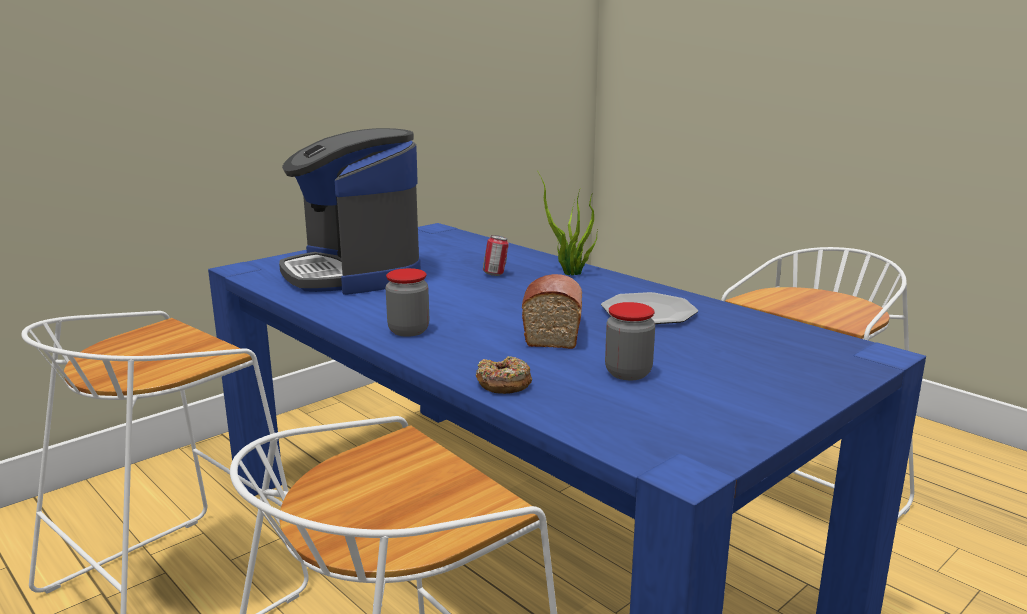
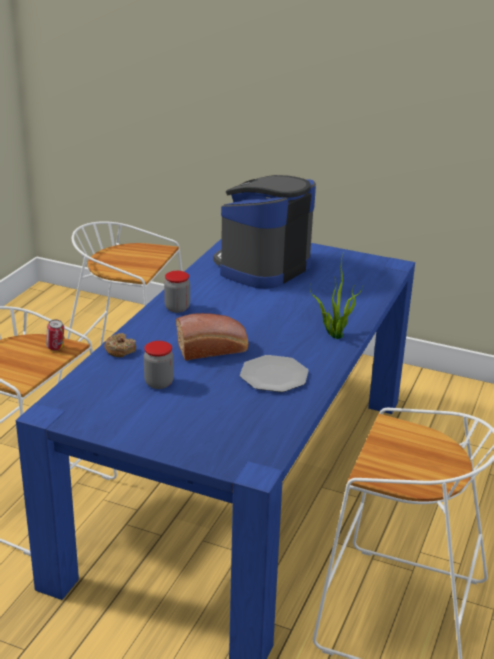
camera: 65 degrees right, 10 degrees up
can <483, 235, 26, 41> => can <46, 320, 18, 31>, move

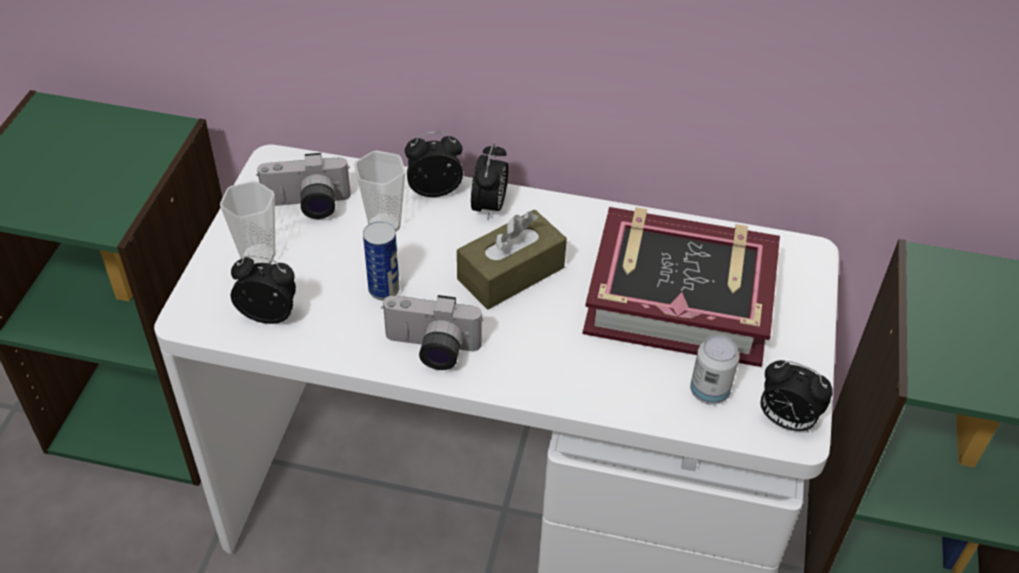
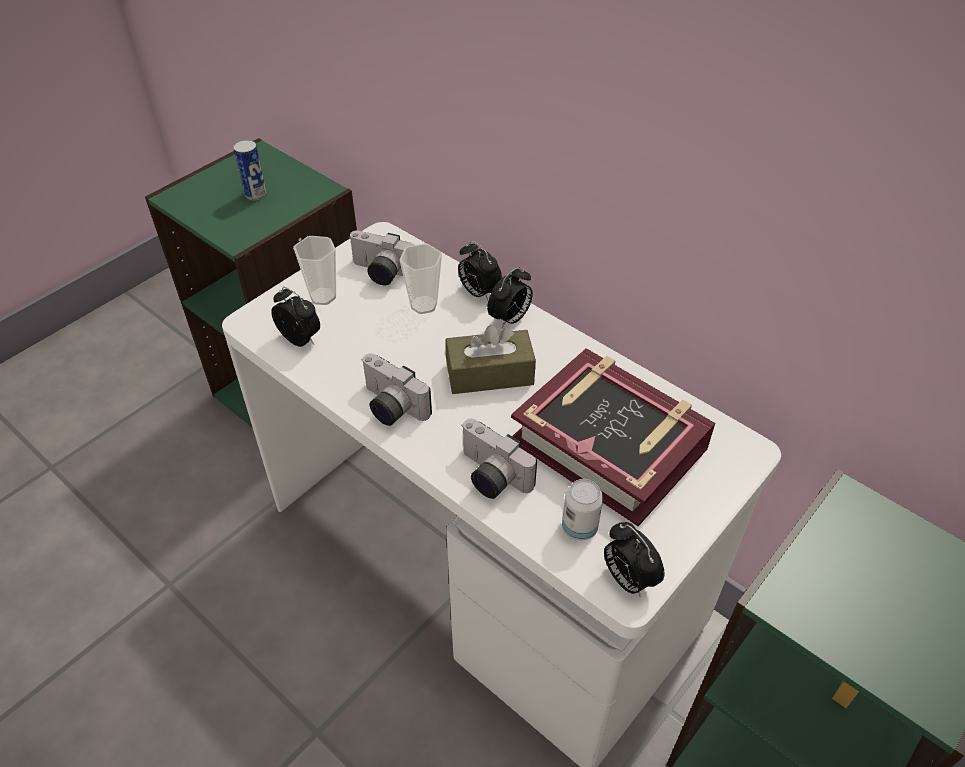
camera: 30 degrees right, 0 degrees up
can <363, 221, 37, 79> => can <233, 140, 33, 60>, move
alarm clock <405, 132, 58, 65> => alarm clock <458, 241, 44, 60>, 150 degrees counterclockwise
nothing => photo camera <461, 419, 76, 80>

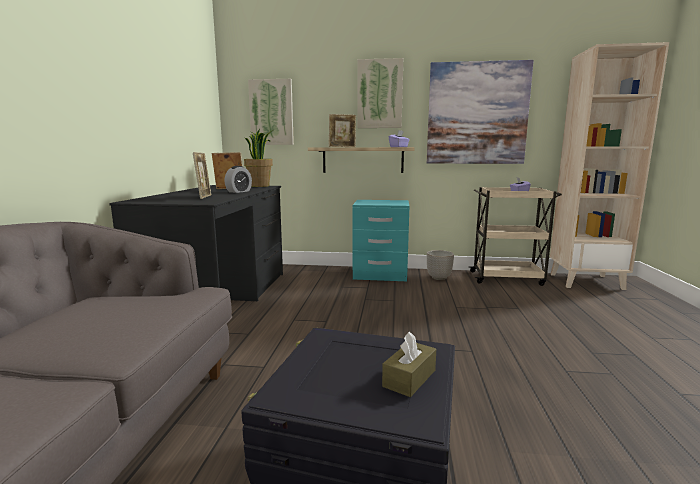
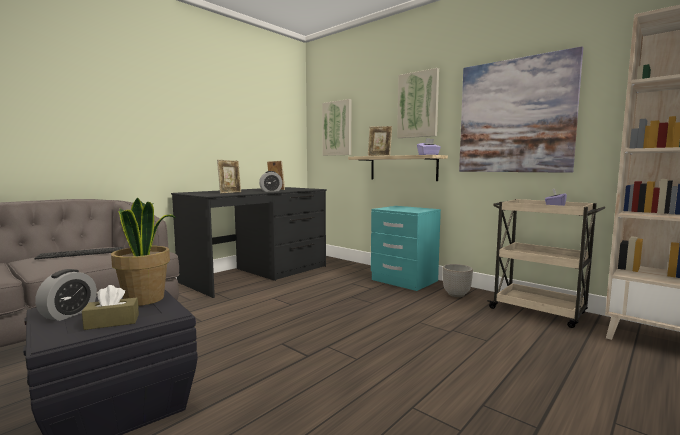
camera: 35 degrees right, 5 degrees down
nothing => keyboard <34, 247, 90, 12>
nothing => alarm clock <35, 269, 62, 52>
potted plant <244, 129, 29, 58> => potted plant <111, 197, 65, 109>, move

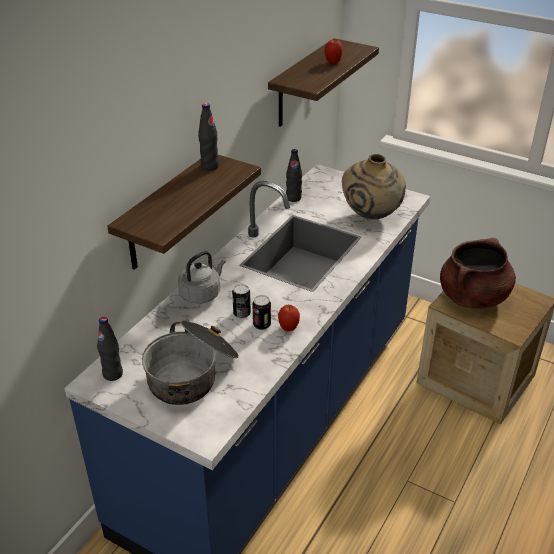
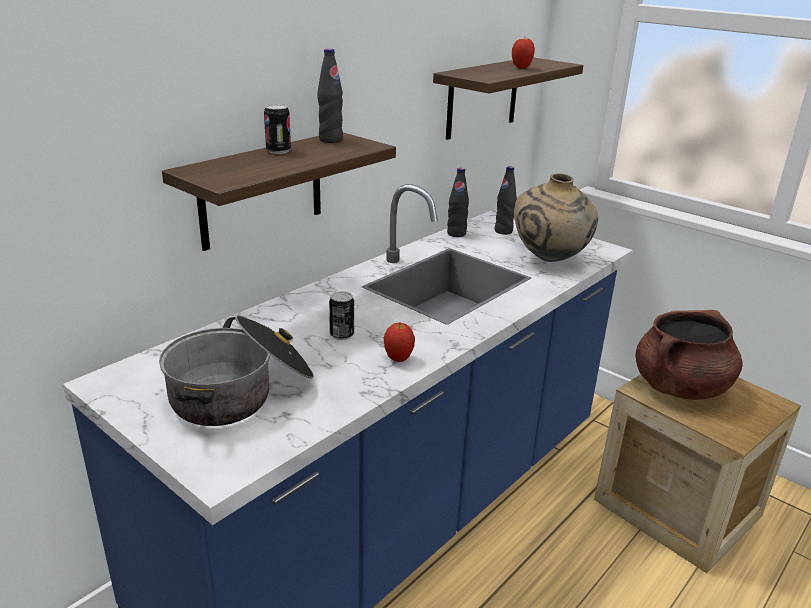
camera: 10 degrees right, 10 degrees down
can <252, 295, 19, 35> => can <264, 104, 27, 50>, move
black bottle <97, 317, 26, 64> => black bottle <495, 166, 22, 69>, move
grey kettle <178, 251, 48, 53> => nothing

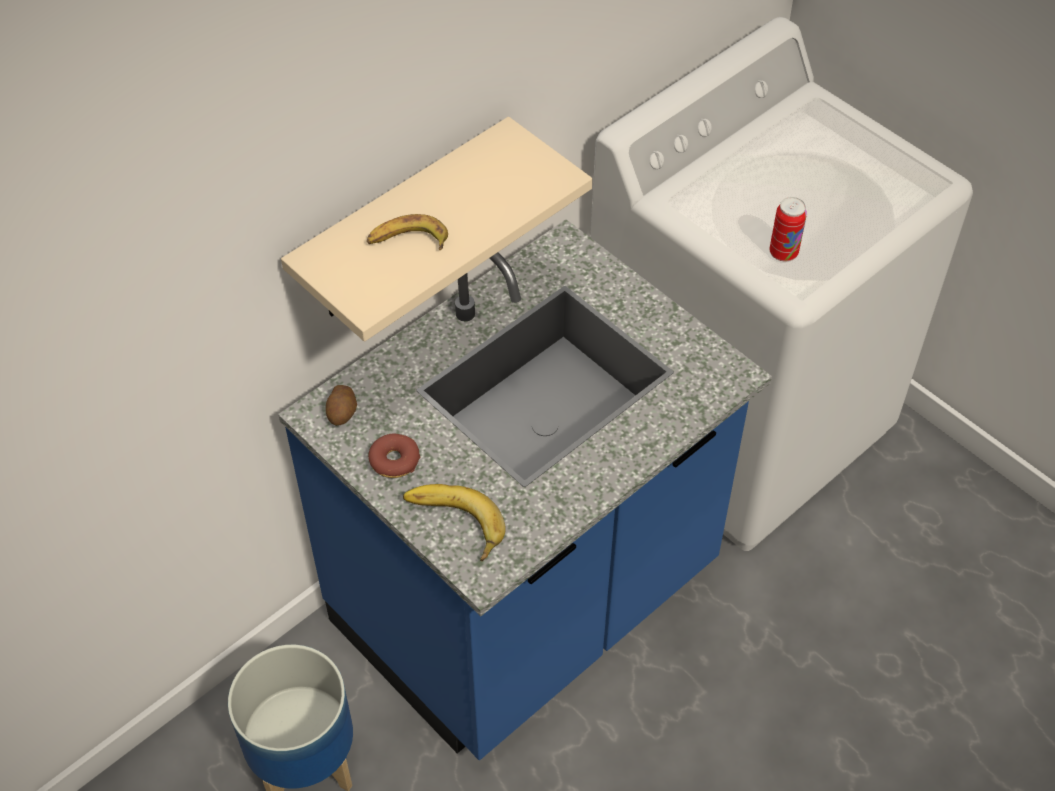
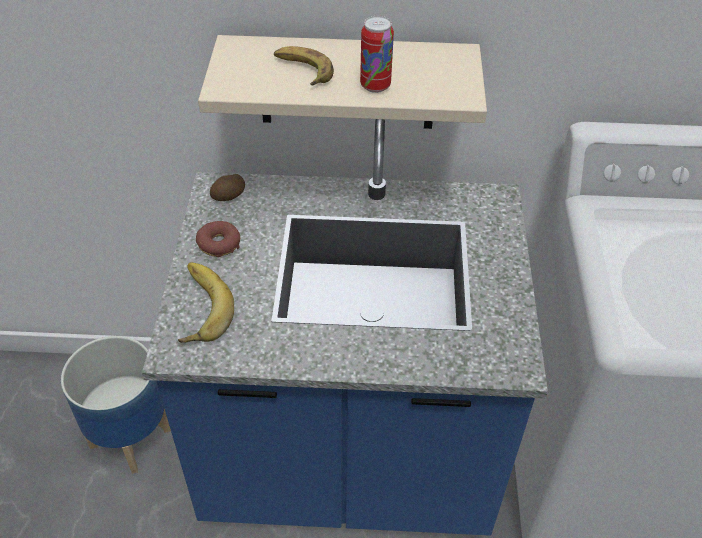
camera: 45 degrees right, 5 degrees down
can <770, 197, 37, 64> => can <360, 16, 34, 77>, move

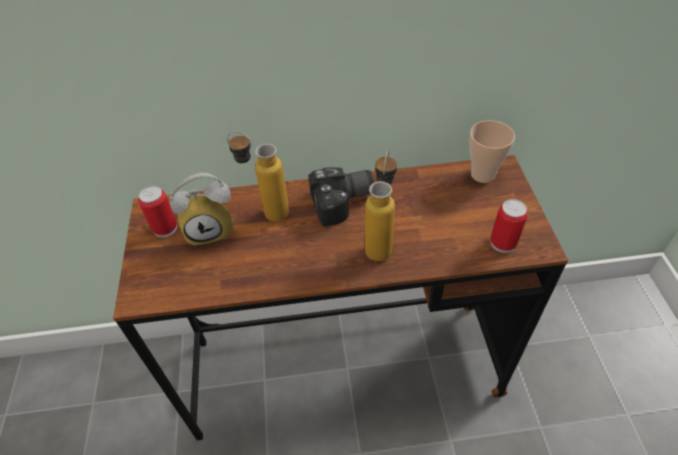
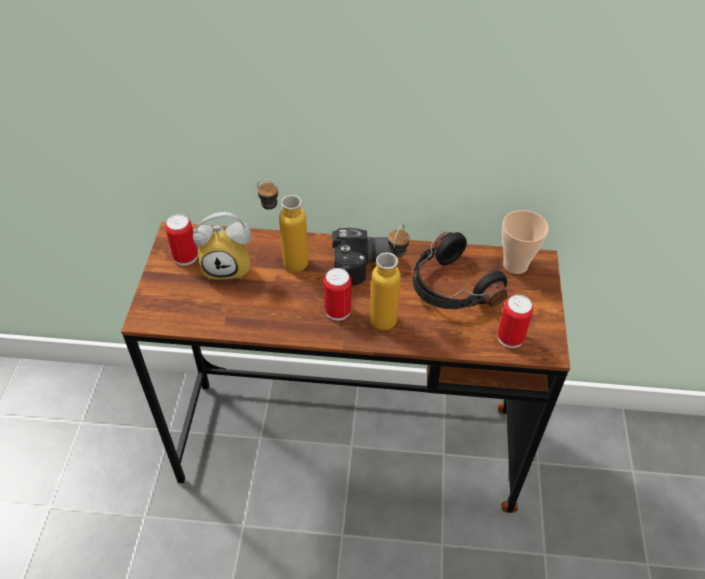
camera: 10 degrees right, 0 degrees up
nothing => can <324, 268, 28, 53>
nothing => black headphones <413, 232, 94, 77>

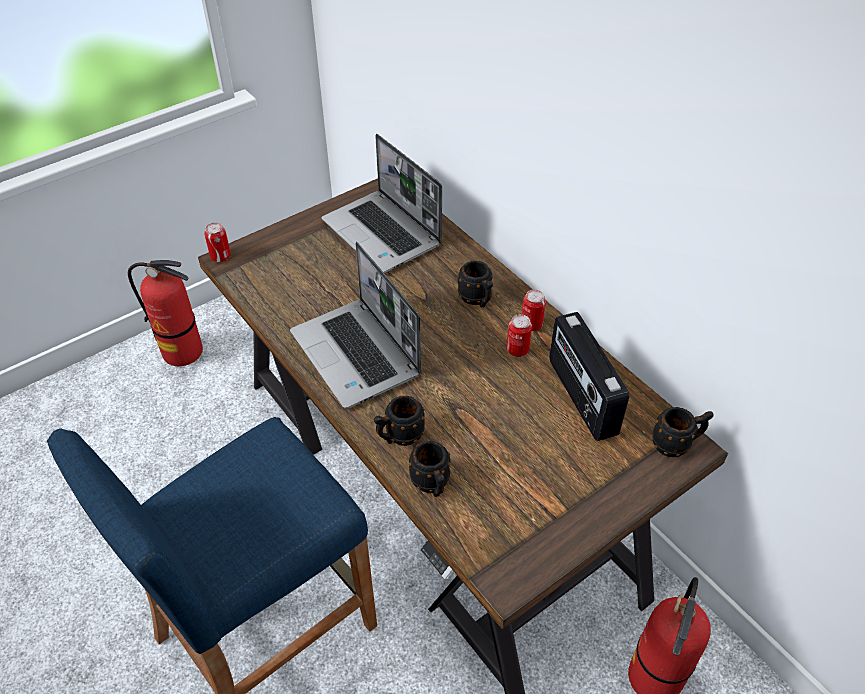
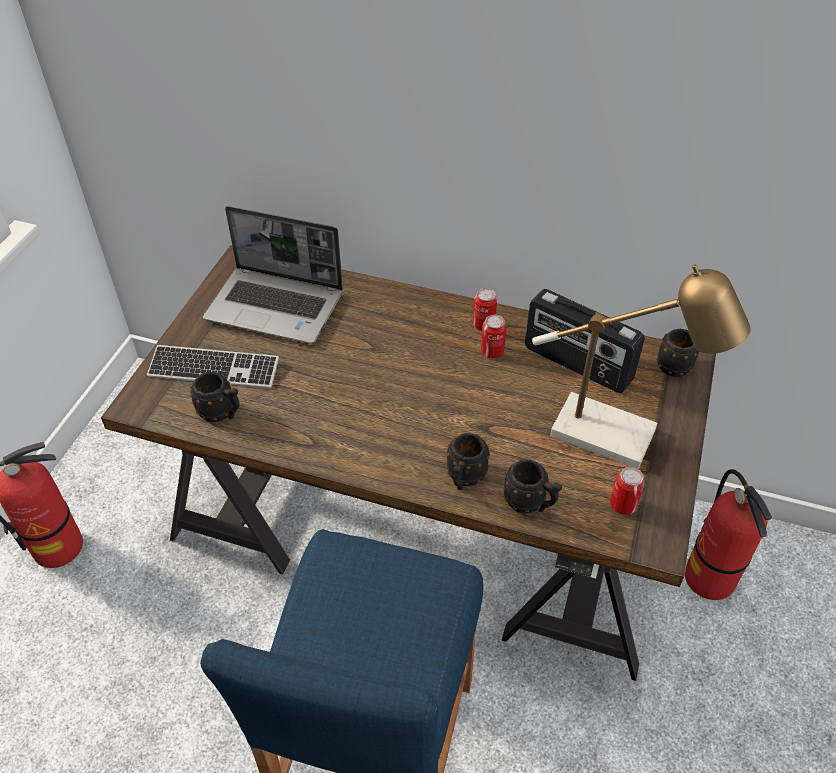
camera: 35 degrees left, 0 degrees up
nothing => keyboard <147, 345, 132, 43>
black mug <457, 261, 36, 47> => black mug <190, 372, 50, 50>, move
nothing => table lamp <532, 264, 219, 205>
can <204, 222, 27, 40> => can <610, 467, 35, 48>, move
laptop <290, 242, 131, 167> => nothing

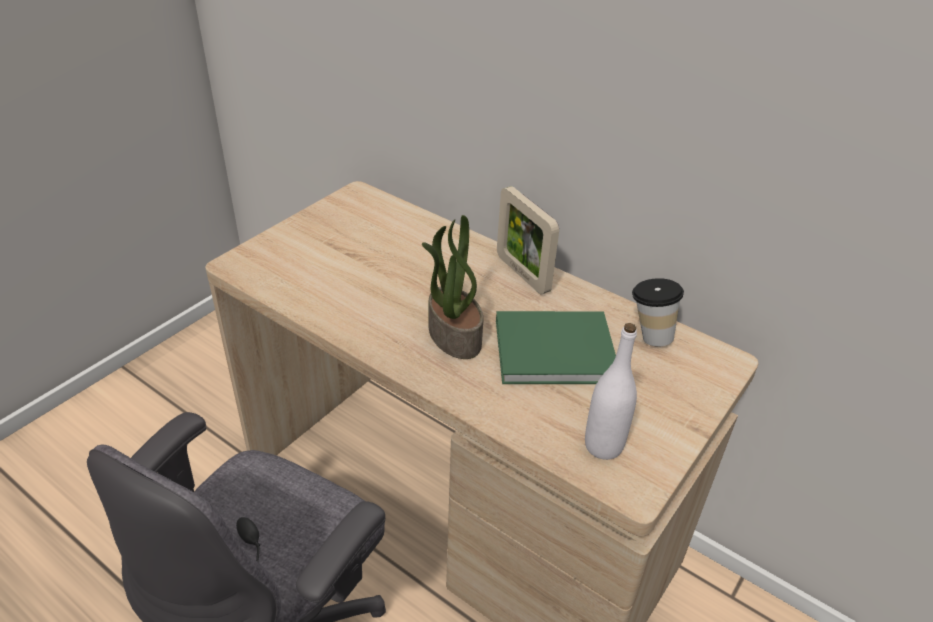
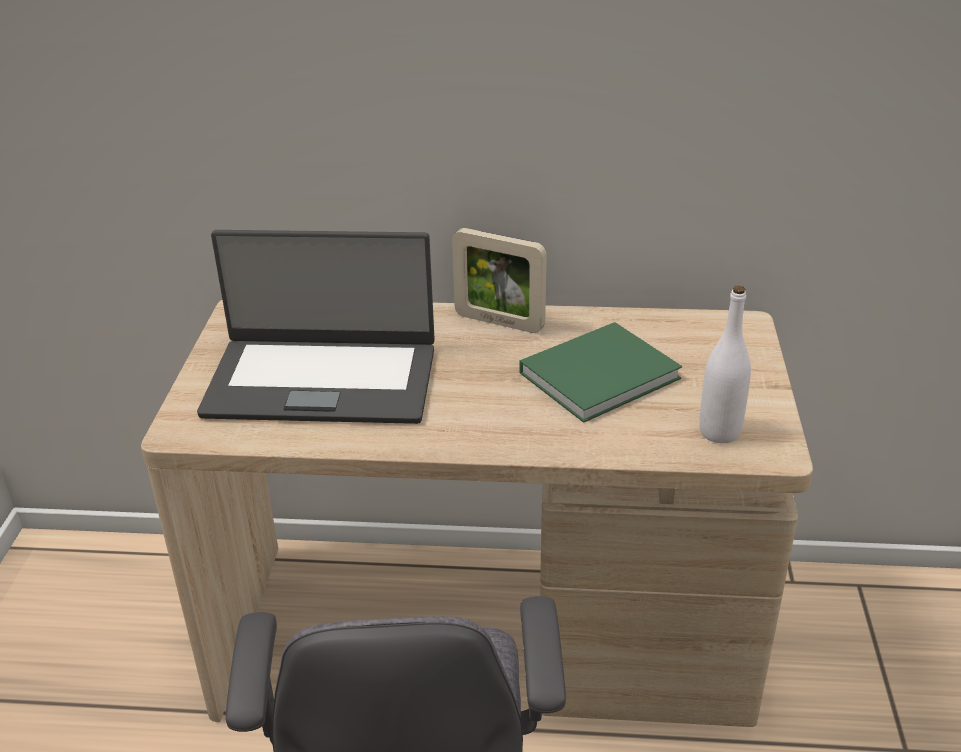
camera: 30 degrees left, 5 degrees down
nothing => laptop <197, 230, 238, 194>
potted plant <422, 215, 61, 144> => nothing
cup <632, 278, 52, 69> => nothing

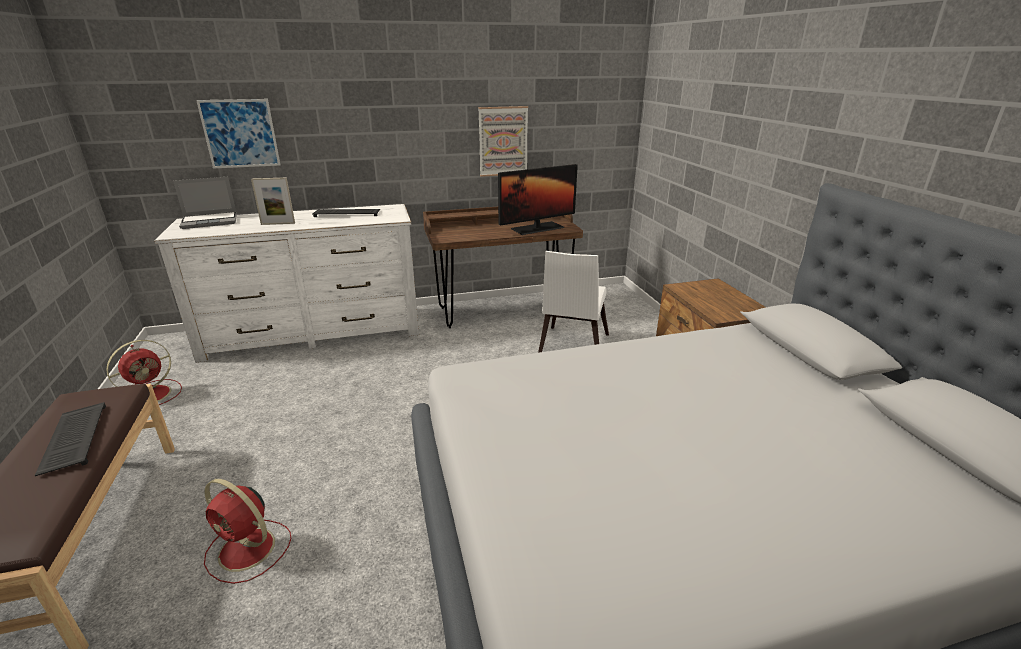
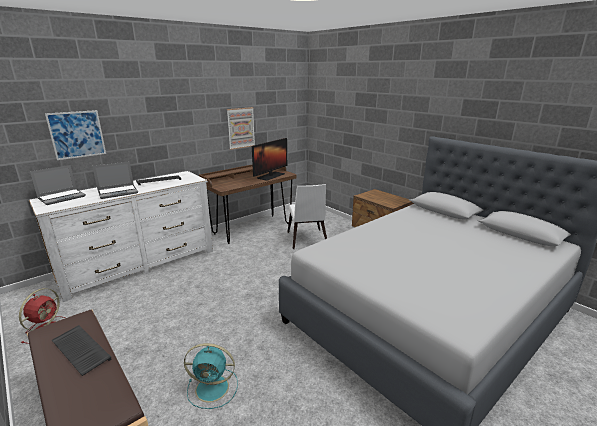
camera: 25 degrees left, 5 degrees down
picture frame <251, 178, 44, 47> => laptop <92, 161, 46, 38>
red fan <204, 479, 87, 105> => turquoise fan <184, 343, 54, 66>

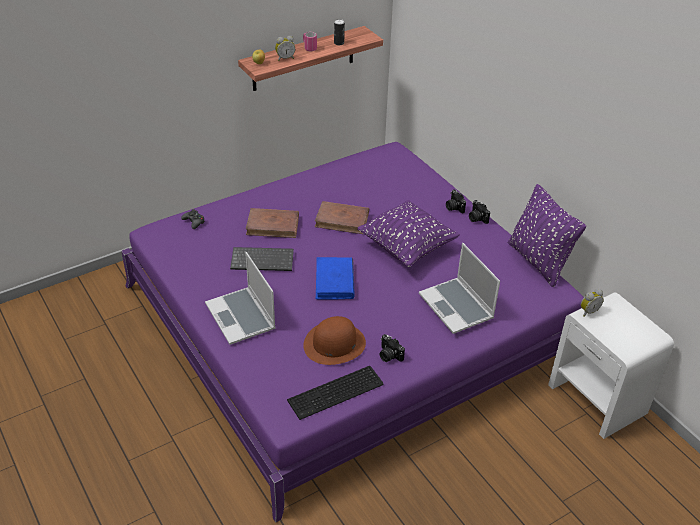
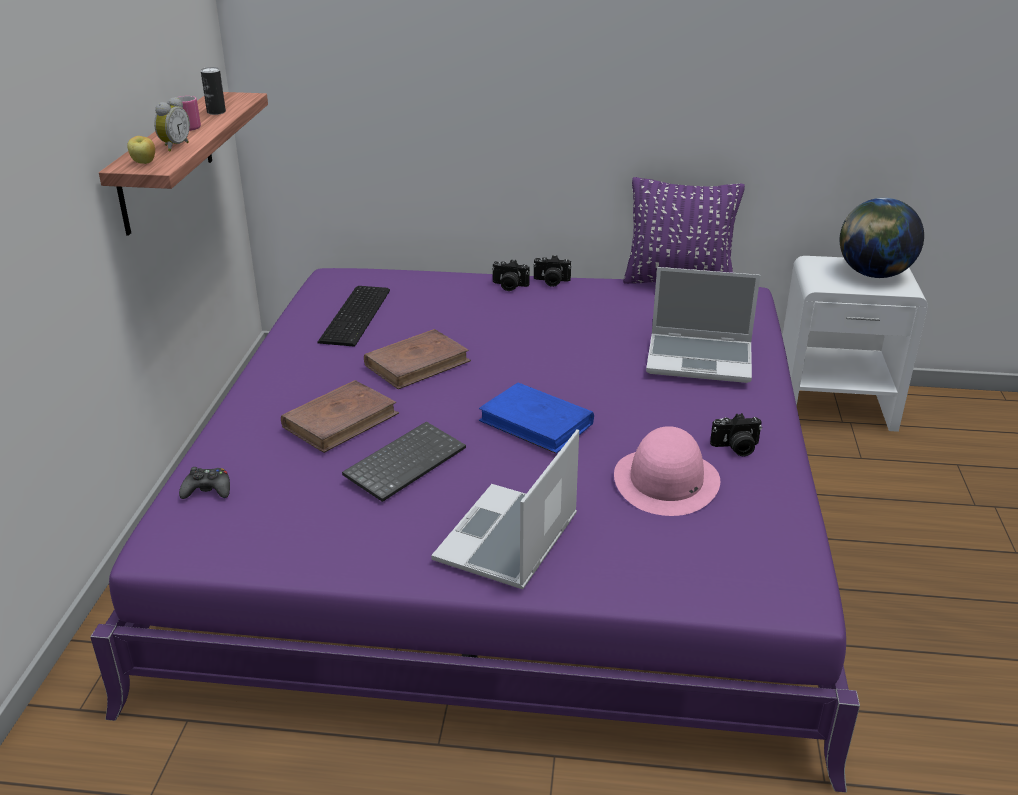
camera: 50 degrees left, 10 degrees down
keyboard <287, 366, 97, 54> => keyboard <317, 286, 73, 61>, move
laptop <205, 252, 71, 93> => laptop <431, 429, 148, 160>, 105 degrees clockwise
brown hat <303, 316, 63, 49> => pink hat <614, 426, 106, 90>
nothing => globe <840, 198, 84, 80>
purple pillow <357, 200, 103, 67> => nothing
alarm clock <581, 289, 23, 27> => nothing

